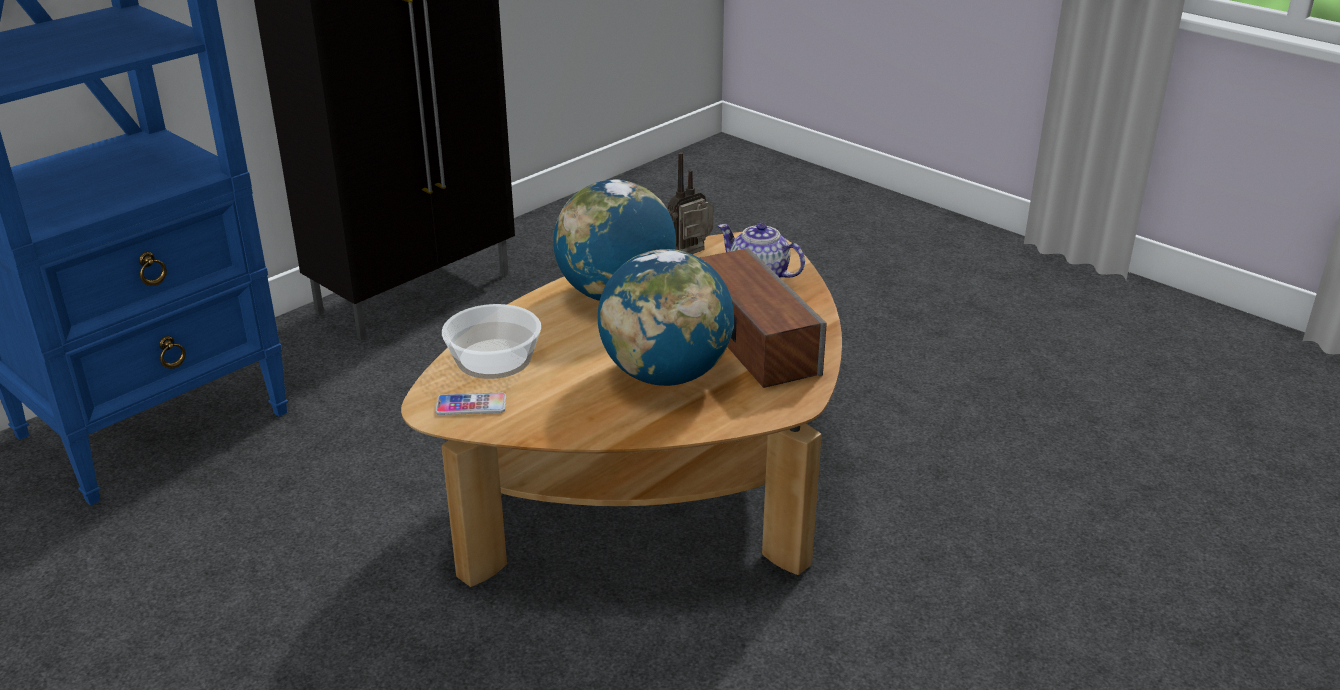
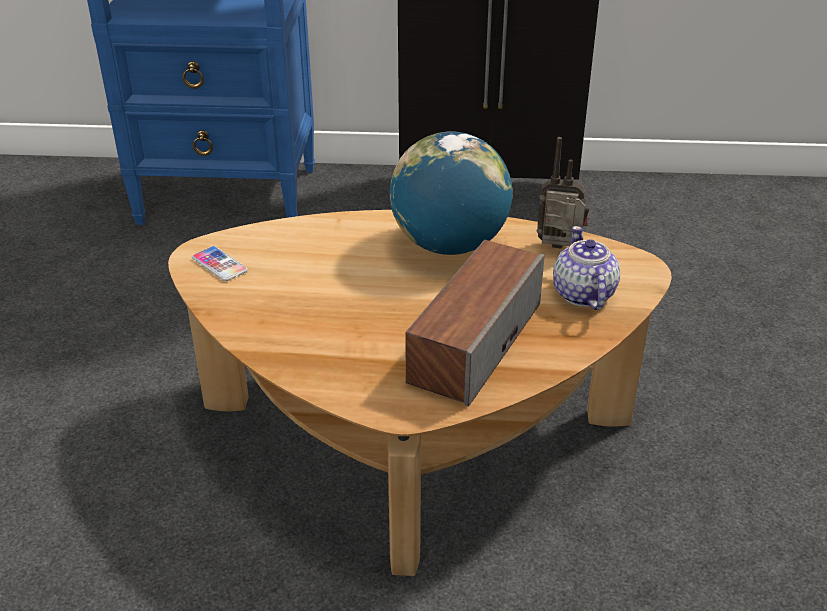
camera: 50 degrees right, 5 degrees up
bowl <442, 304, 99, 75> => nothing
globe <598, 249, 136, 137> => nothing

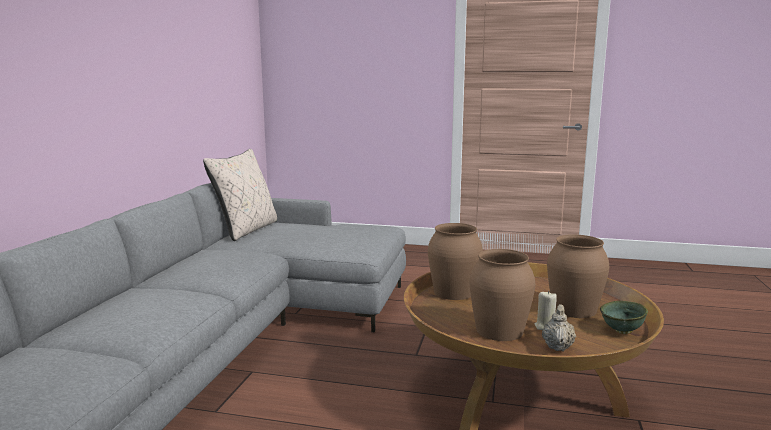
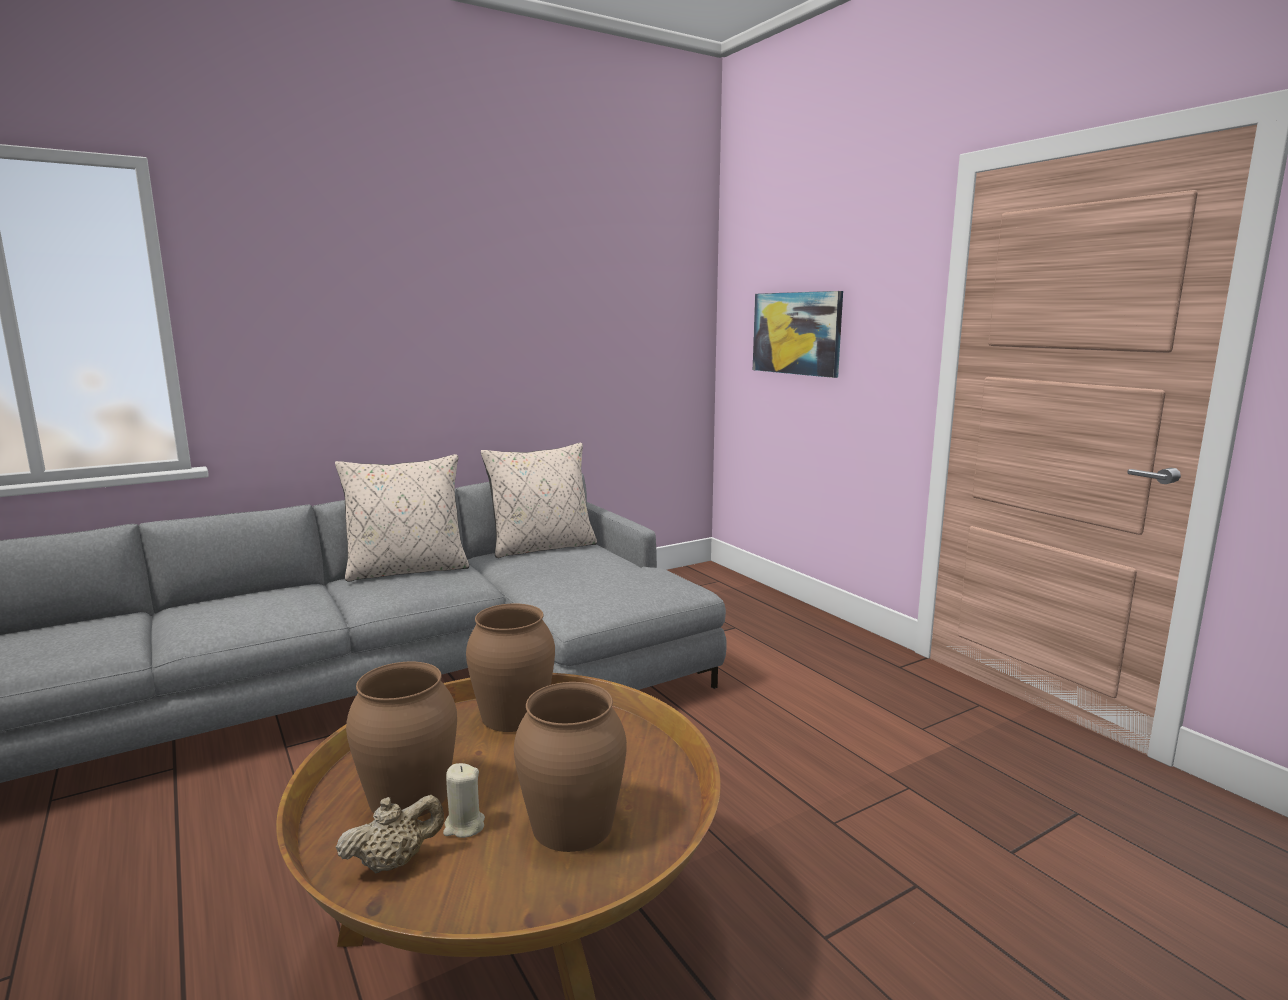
camera: 45 degrees right, 0 degrees up
nothing => beige pillow <335, 454, 134, 128>
nothing => picture <753, 291, 90, 87>
green bowl <600, 301, 48, 33> => nothing

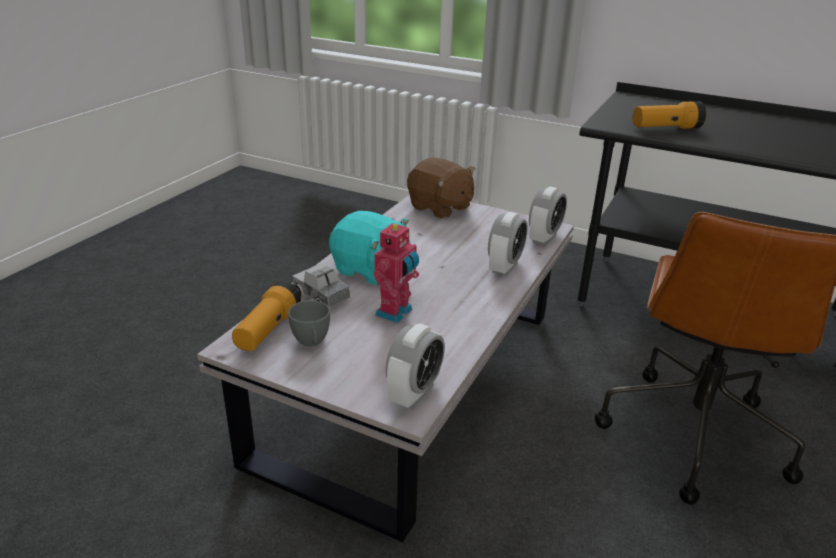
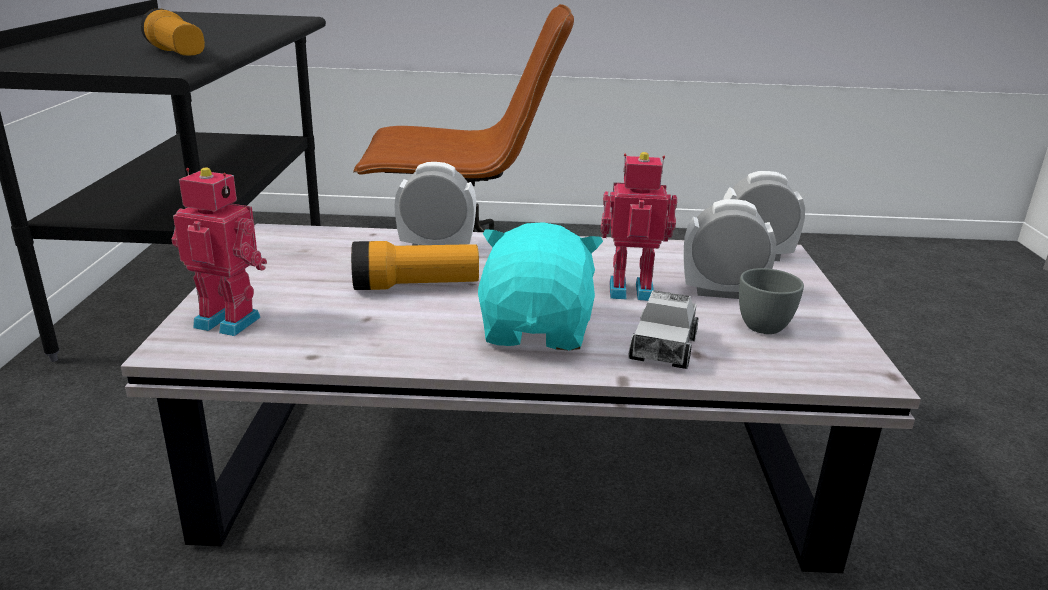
camera: 115 degrees left, 5 degrees down
brown plush toy <407, 157, 68, 62> => toy robot <171, 167, 96, 169>
flashlight <232, 281, 69, 70> => flashlight <351, 241, 128, 49>, move
alarm clock <529, 186, 38, 60> => alarm clock <683, 199, 93, 100>, move

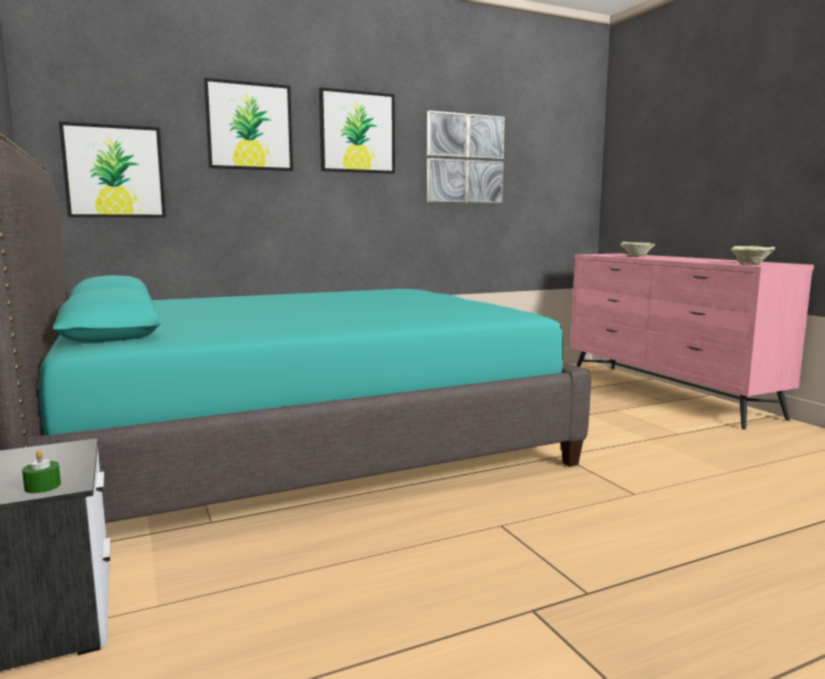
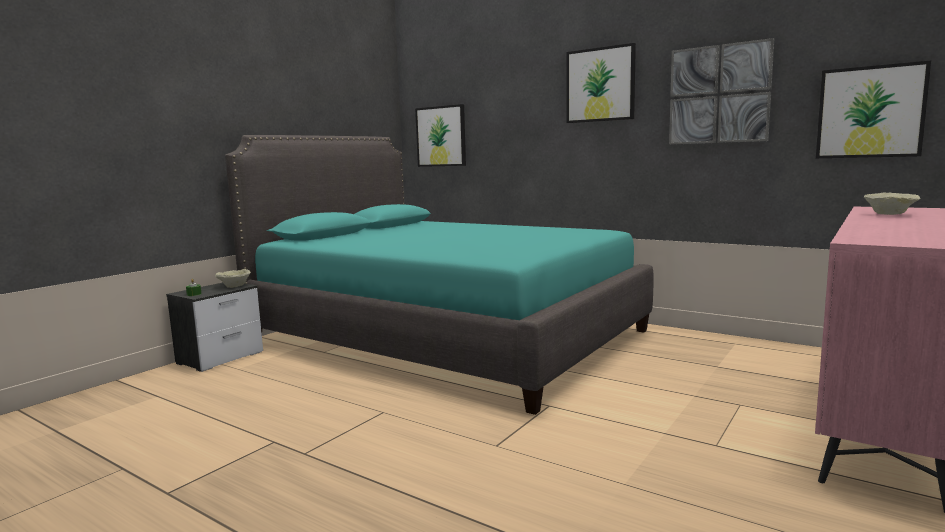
camera: 60 degrees right, 0 degrees up
beige bowl <731, 246, 44, 18> => beige bowl <215, 269, 36, 19>, move
picture <204, 78, 89, 93> => picture <816, 60, 115, 98>, move

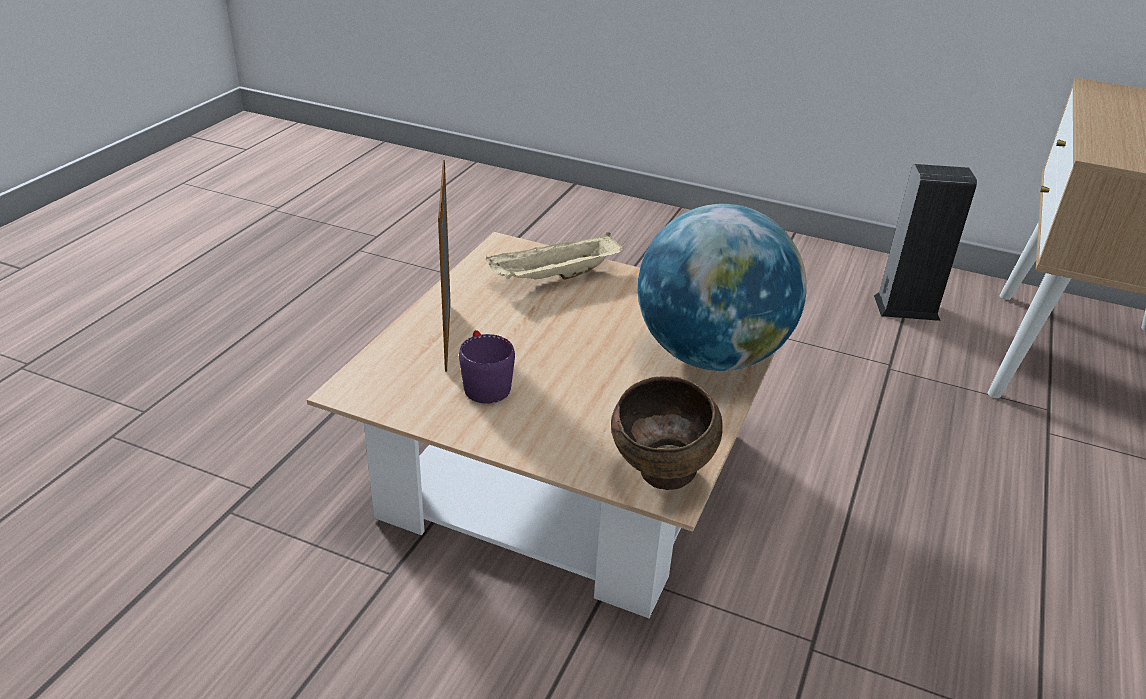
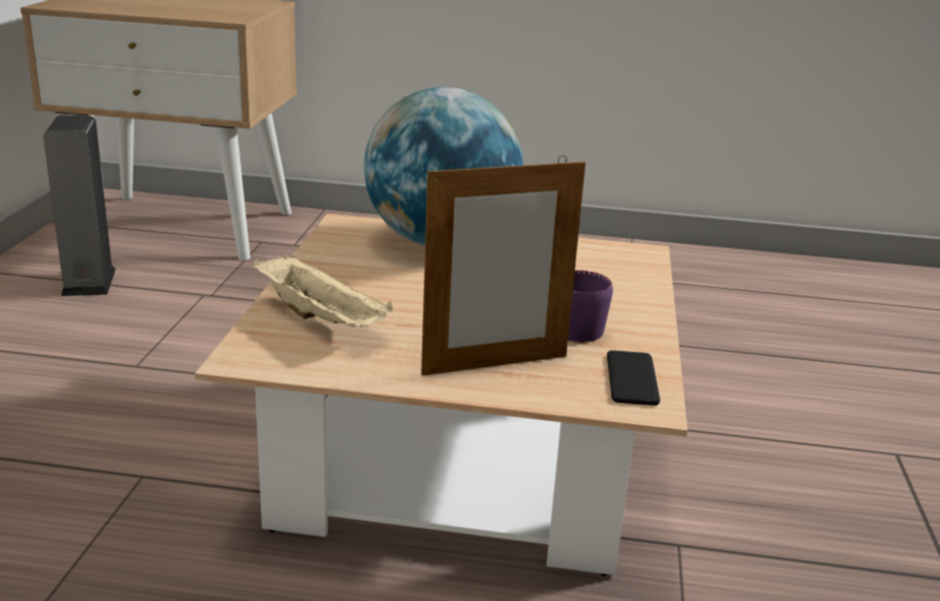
camera: 105 degrees left, 10 degrees down
nothing => phone <607, 350, 53, 55>
brown bowl <611, 376, 112, 114> => nothing

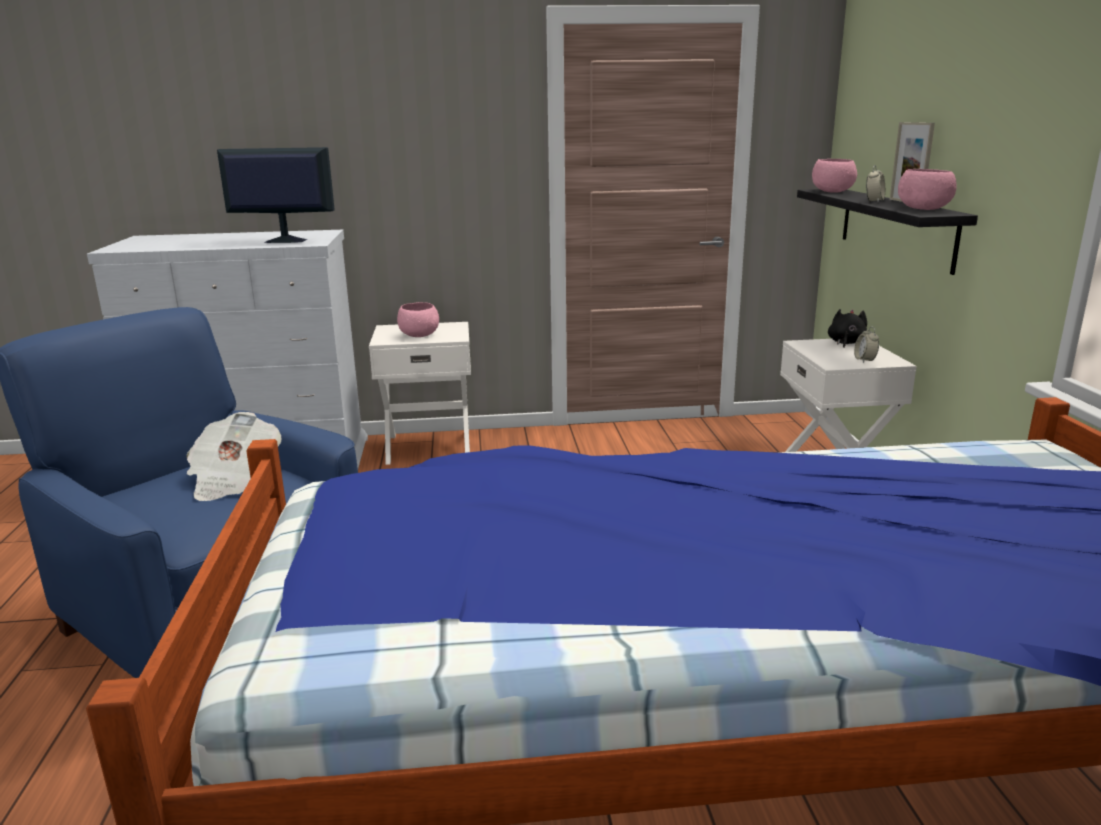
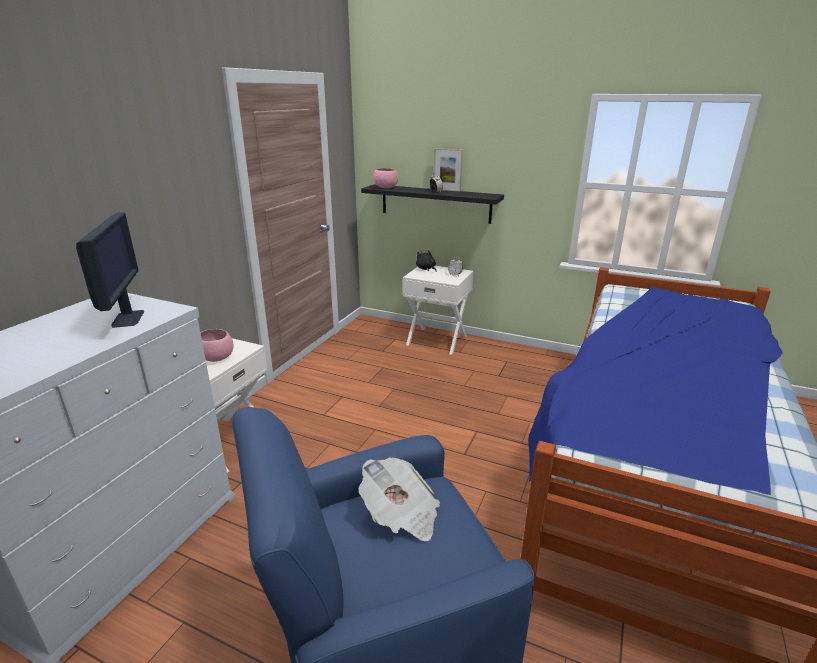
camera: 60 degrees left, 5 degrees up
monitor <217, 147, 118, 96> => monitor <76, 212, 68, 116>, 135 degrees clockwise
pink bowl <898, 169, 59, 41> => nothing

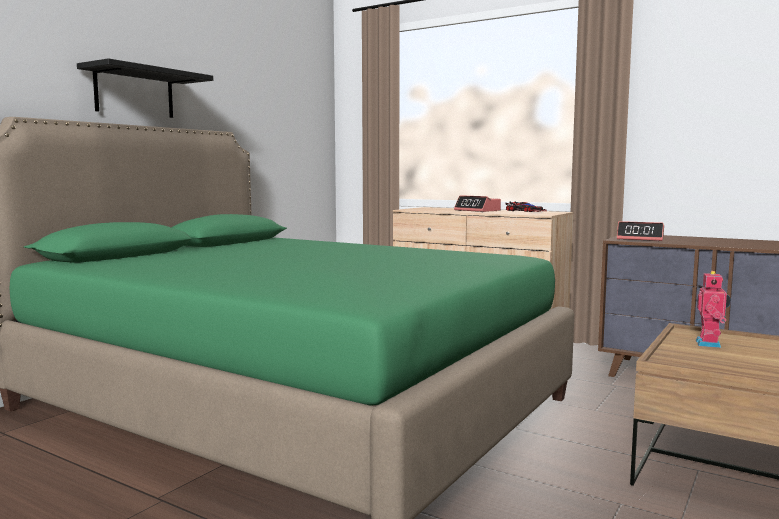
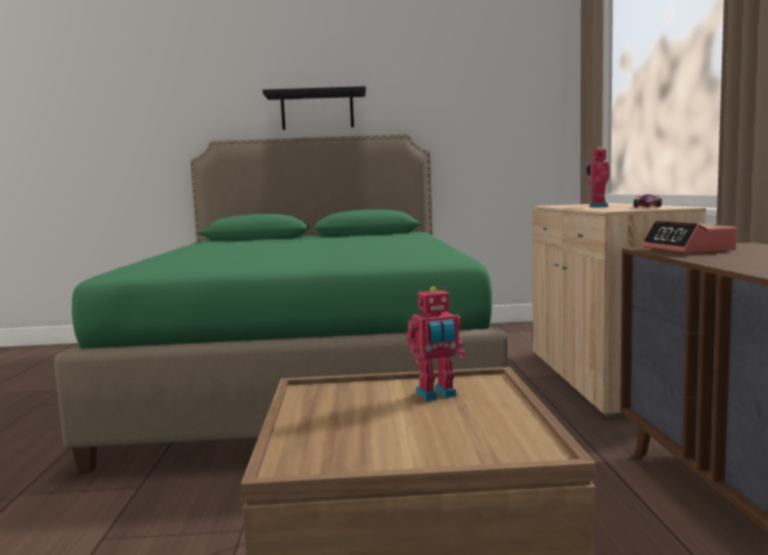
camera: 55 degrees right, 0 degrees up
alarm clock <454, 195, 47, 17> => toy robot <585, 146, 25, 61>

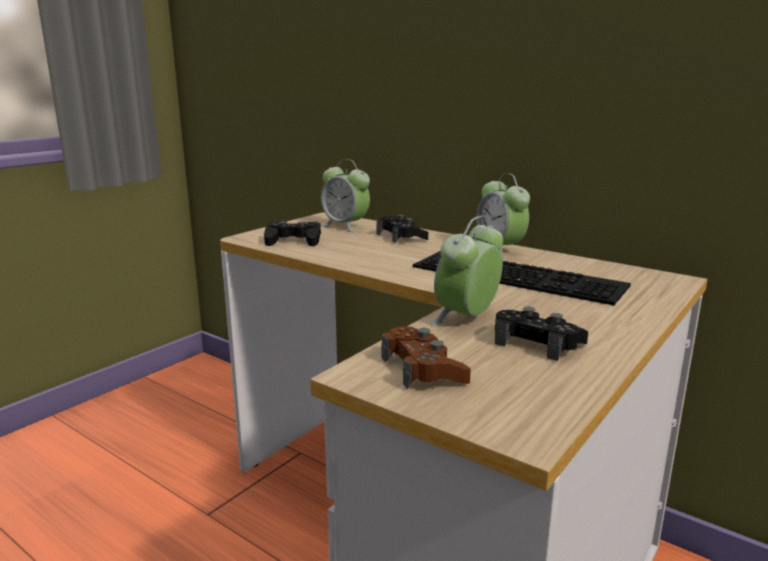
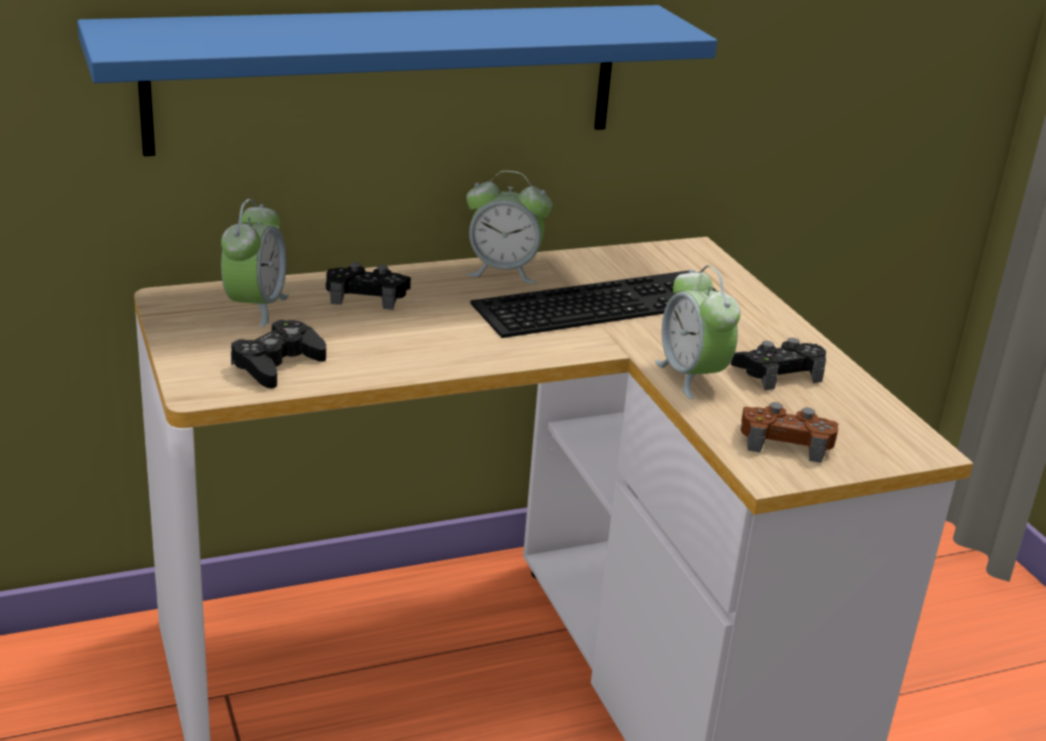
camera: 60 degrees left, 10 degrees up
nothing => blue shelf <77, 5, 640, 151>
alarm clock <321, 159, 49, 74> => alarm clock <221, 199, 68, 128>, 60 degrees counterclockwise

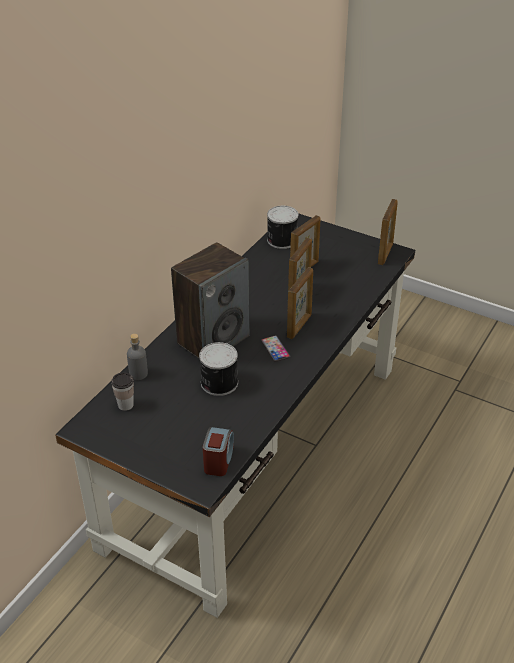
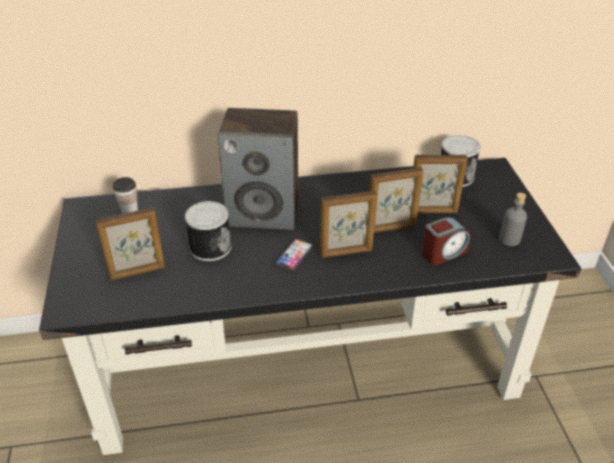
camera: 50 degrees right, 0 degrees up
picture frame <378, 199, 20, 66> => picture frame <95, 207, 70, 74>, move
alarm clock <203, 427, 31, 49> => alarm clock <422, 217, 48, 48>, move
grey bottle <127, 334, 21, 46> => grey bottle <499, 193, 28, 53>, move

